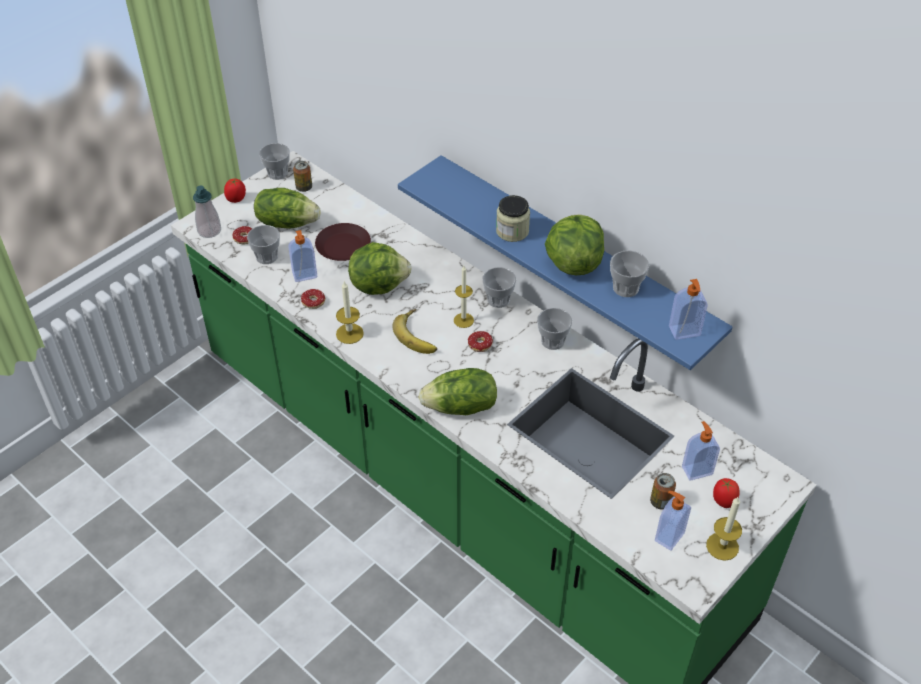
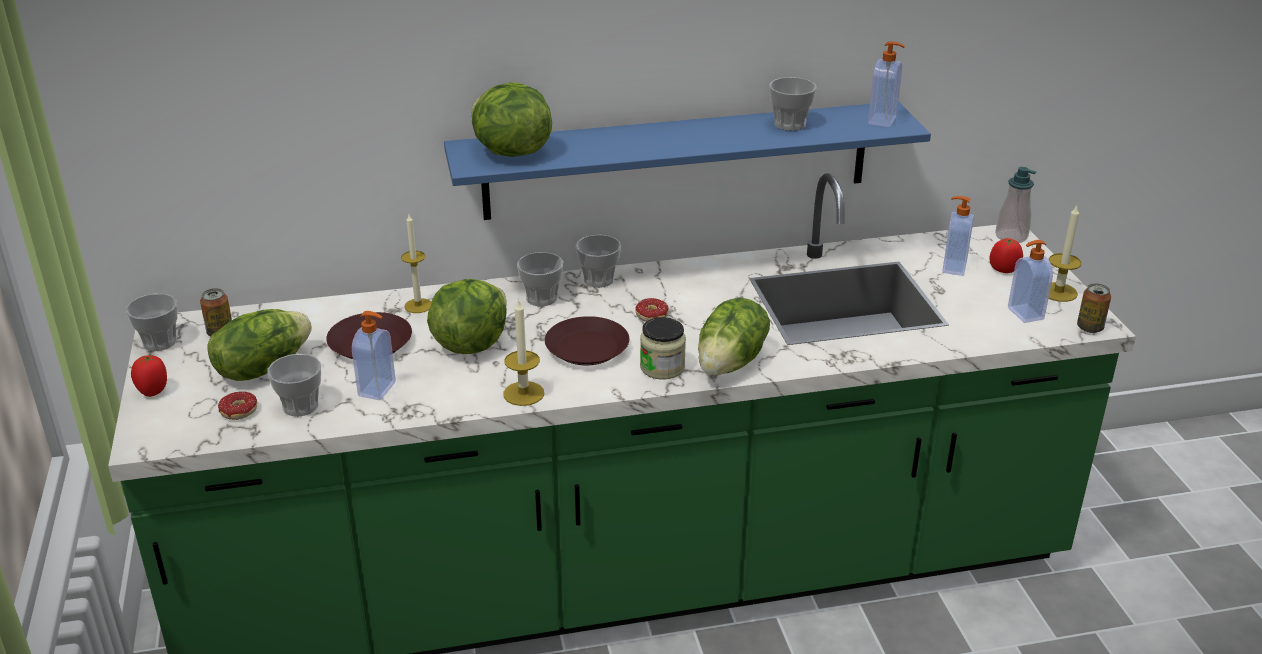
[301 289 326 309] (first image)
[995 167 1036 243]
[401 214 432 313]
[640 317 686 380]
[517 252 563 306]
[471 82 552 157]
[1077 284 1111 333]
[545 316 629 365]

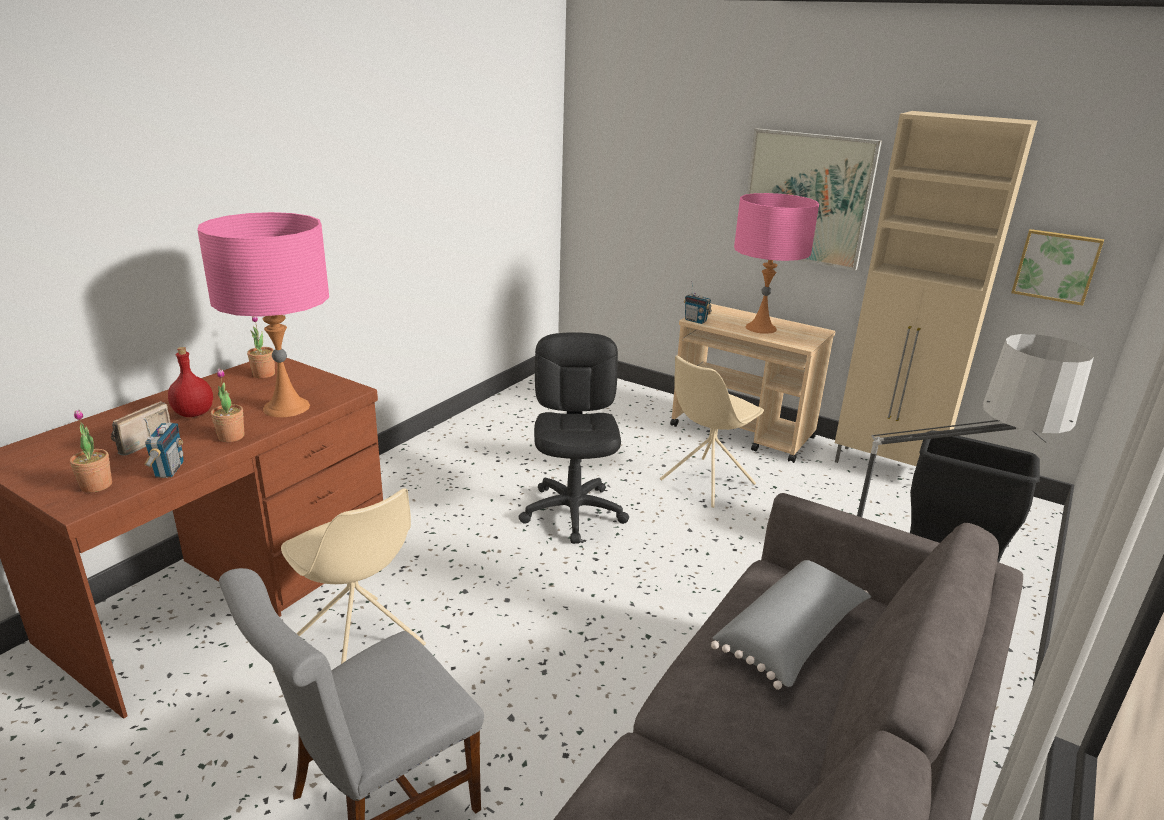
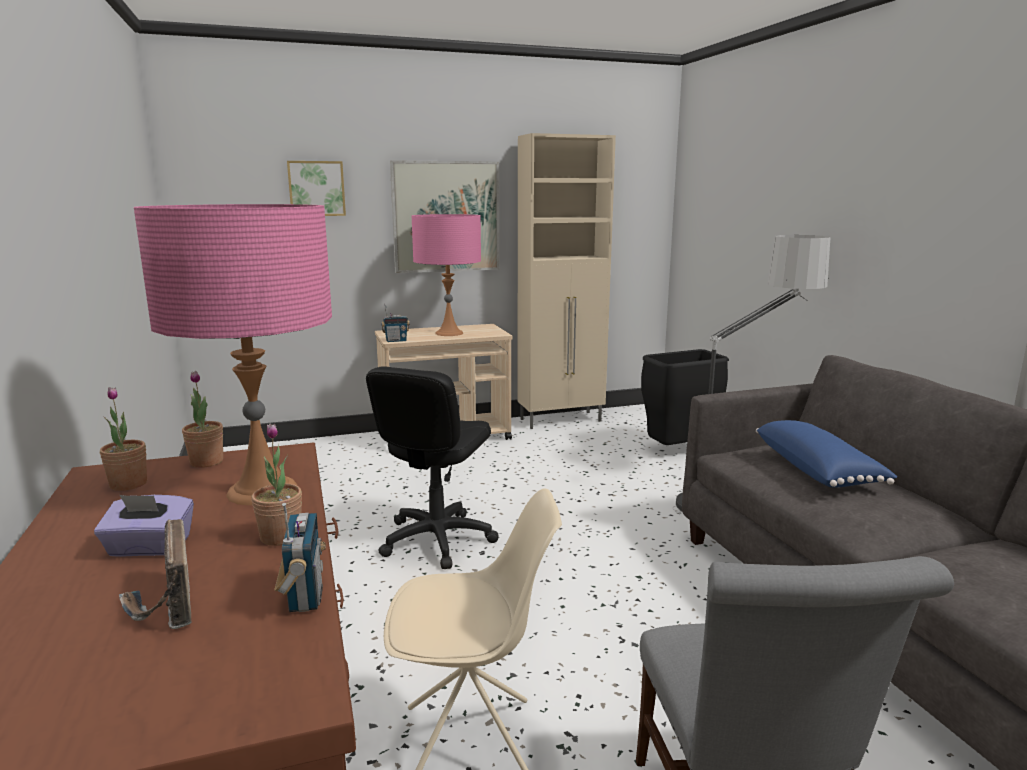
[660 356 764 508] (first image)
[182 371 223 468]
[287 161 346 216]
[94 495 194 557]
[756 420 897 487]
[274 503 326 612]
[366 366 499 569]

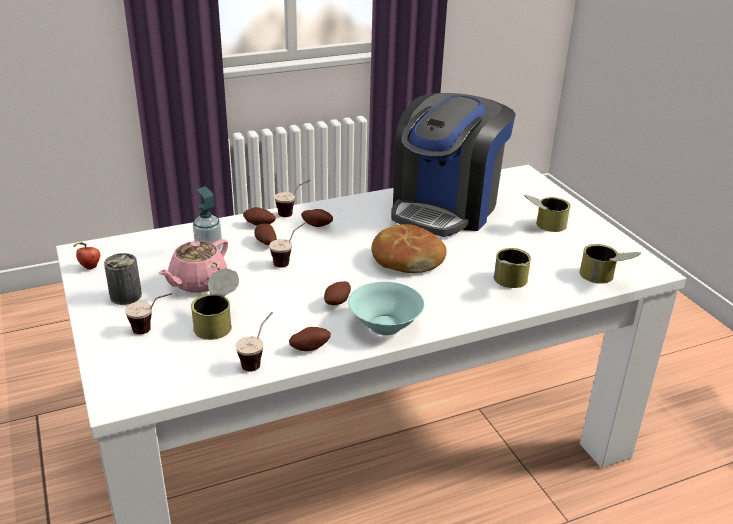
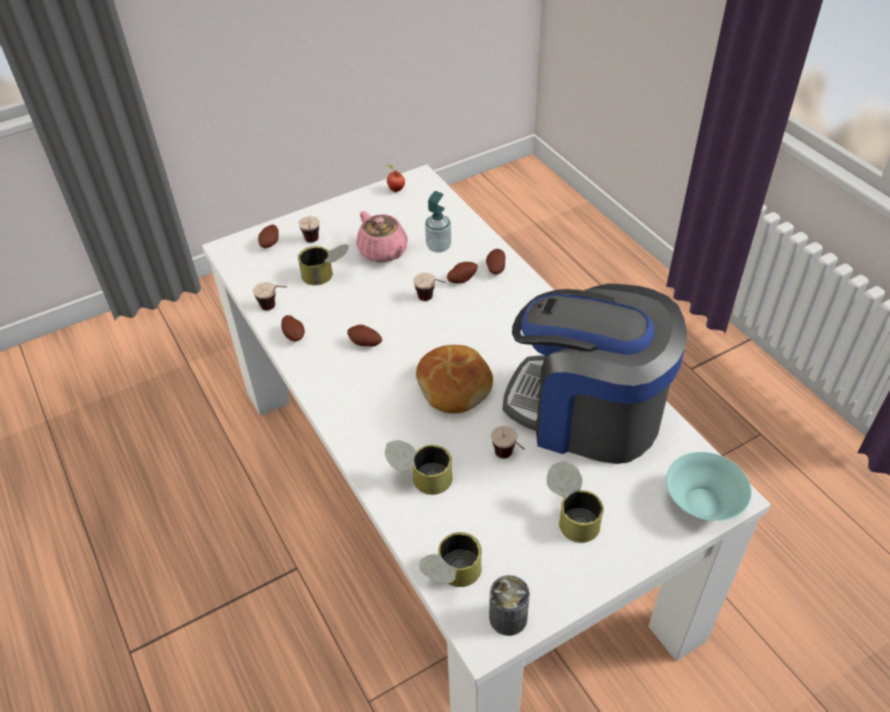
[489 575 530 636]
[491 426 525 458]
[258 225 279 248]
[666 452 752 521]
[356 211 407 262]

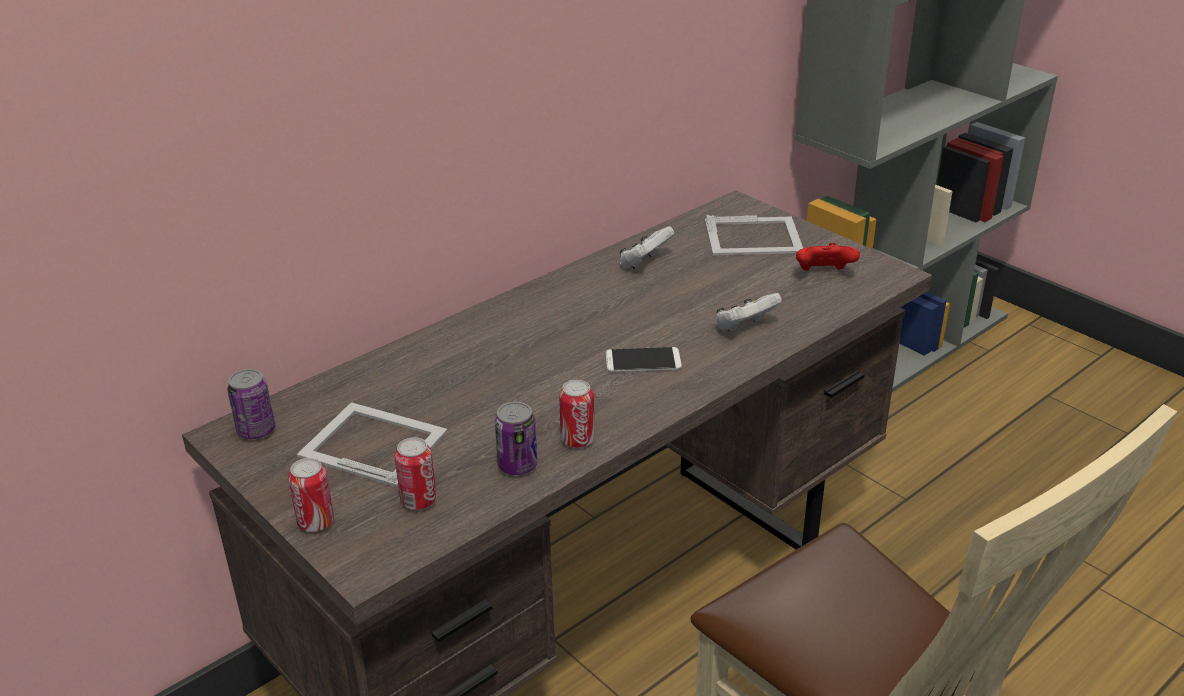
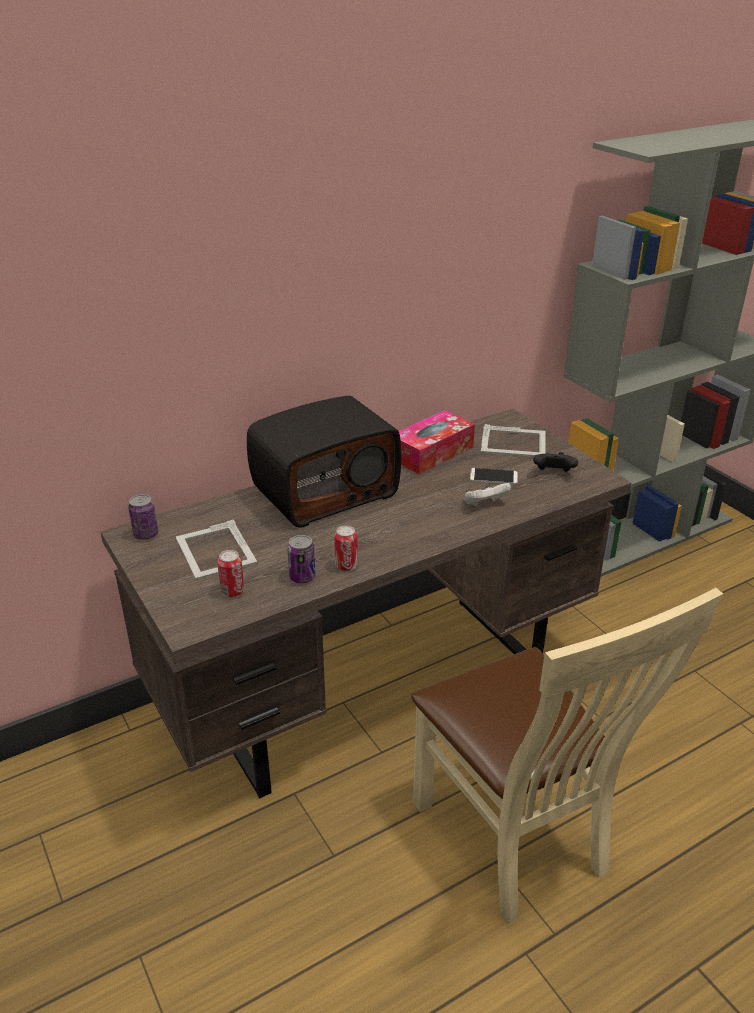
[288 458 334 532] (first image)
[247 396 401 528]
[470 468 518 484]
[399 410 475 474]
[533 452 578 472]
[176 519 257 580]

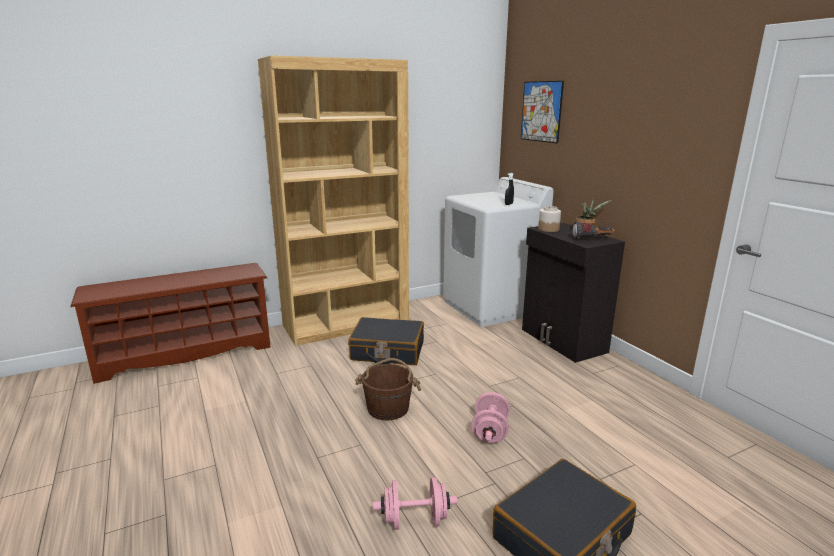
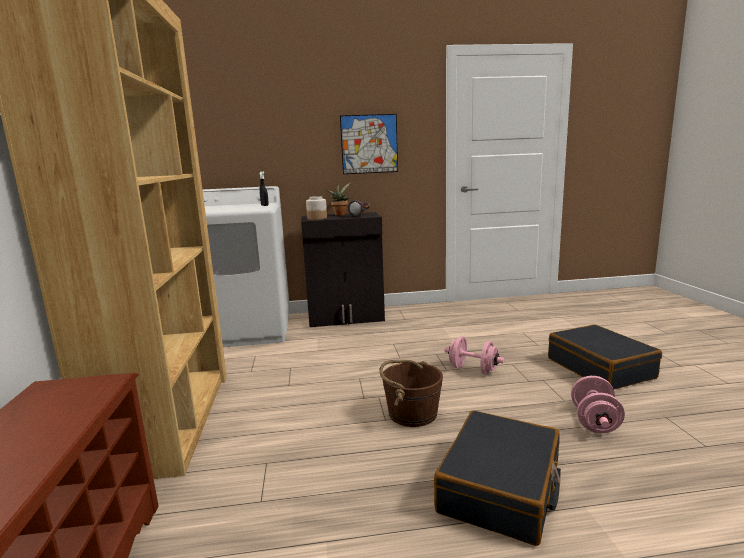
[434 411 561 546]
[340 114 398 174]

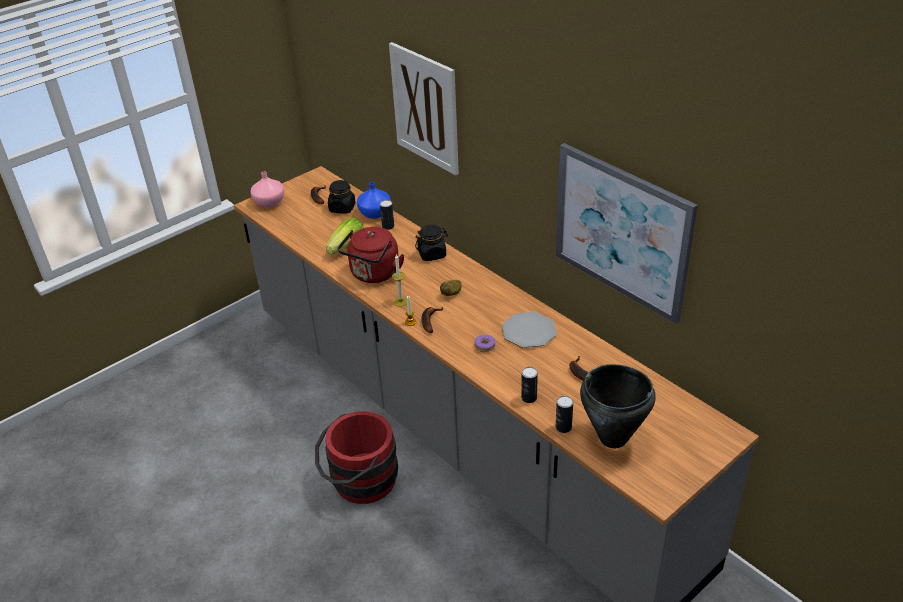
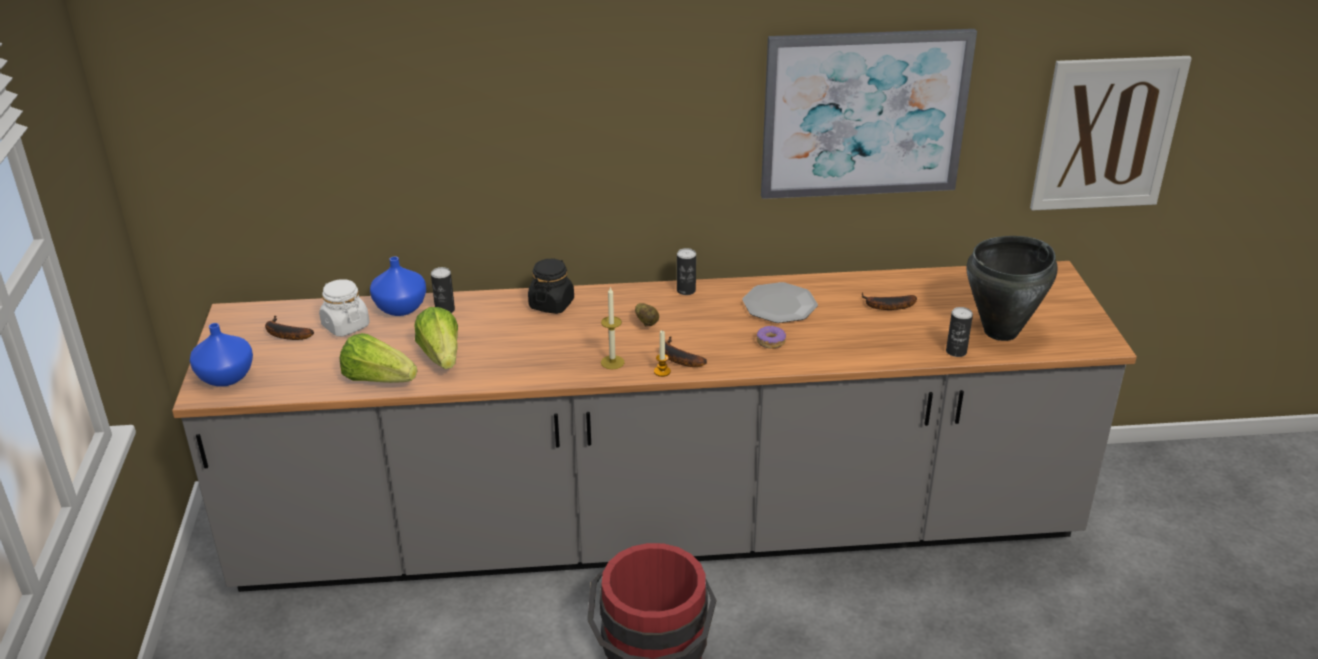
[337 227 405 283] (first image)
[340 333 417 383]
[1030 56 1192 211]
[677 248 696 295]
[190 323 253 387]
[319 279 370 337]

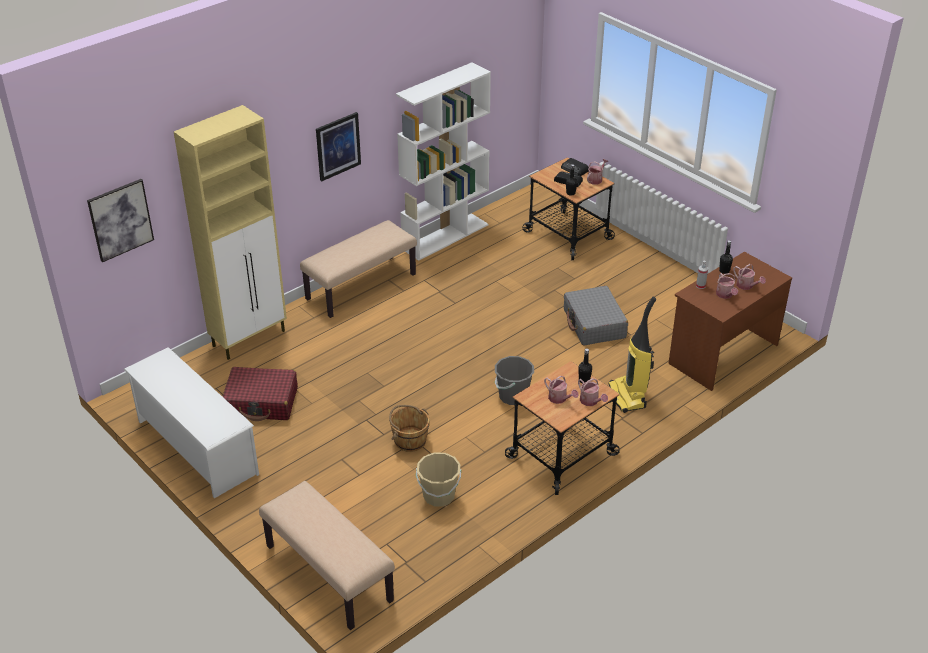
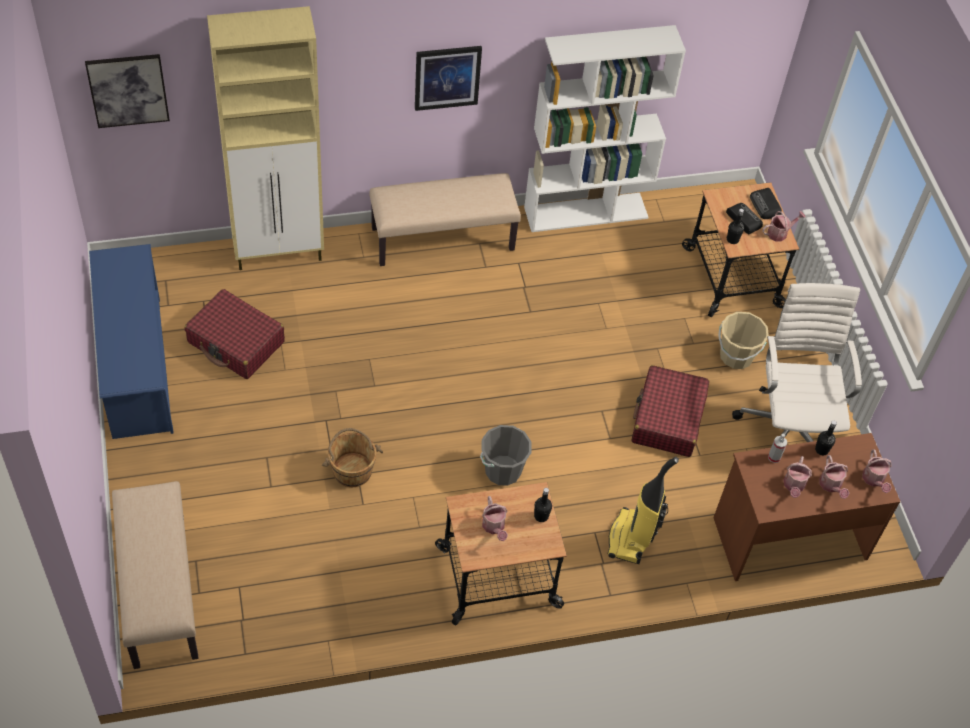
[732 283 862 442]
[718 312 769 369]
[862 449 892 493]
[89 244 174 439]
[631 365 709 457]

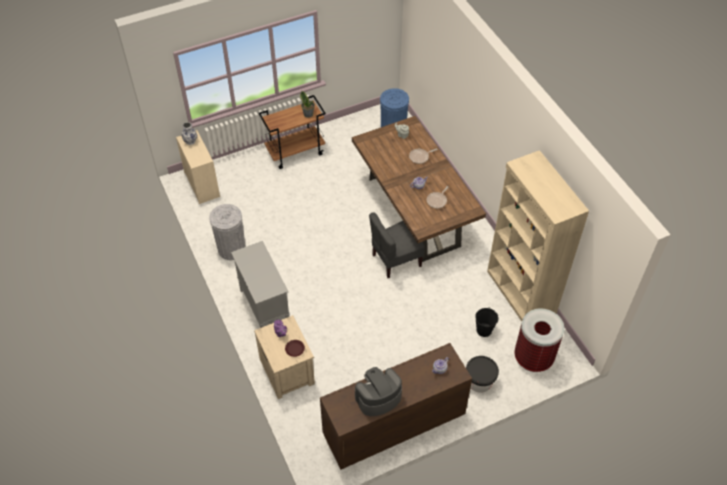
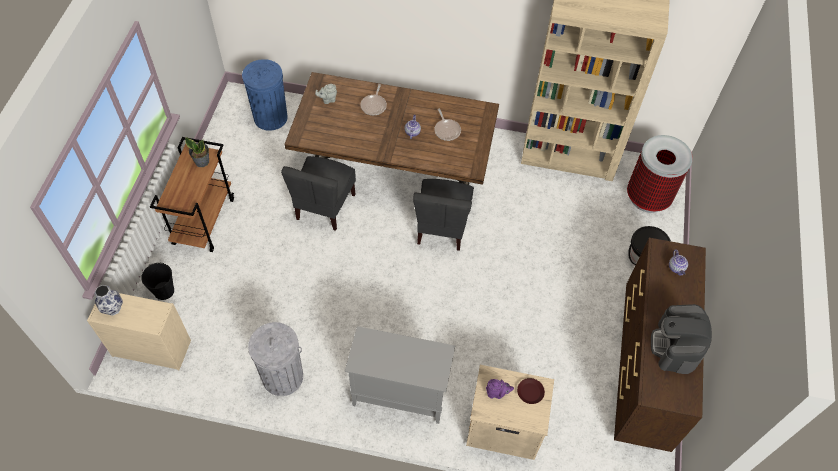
[281 156 356 231]
[141 263 174 300]

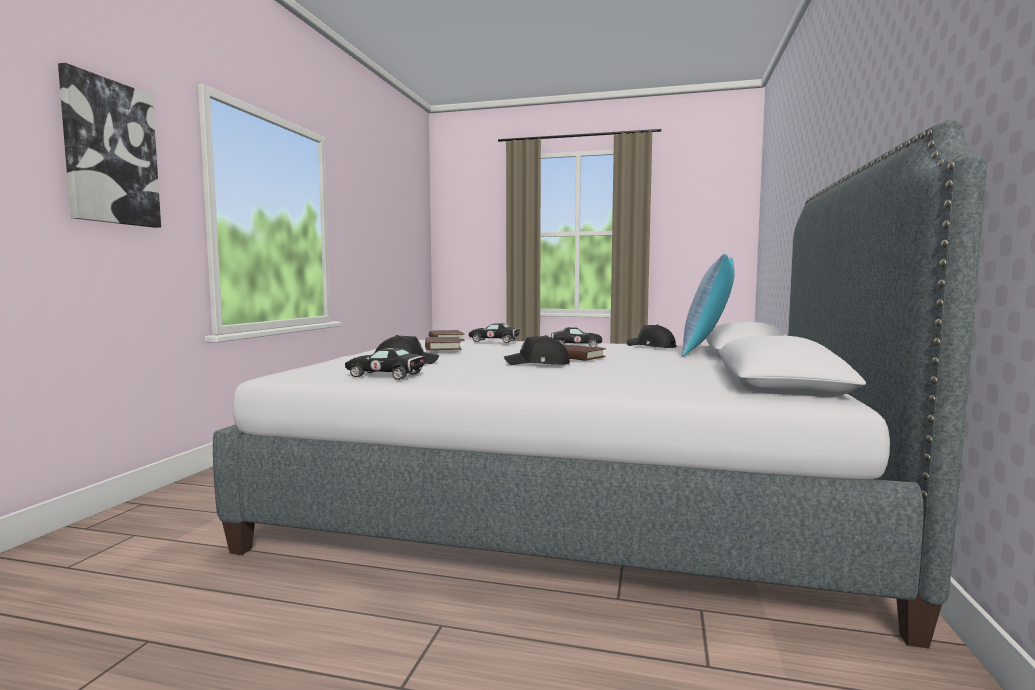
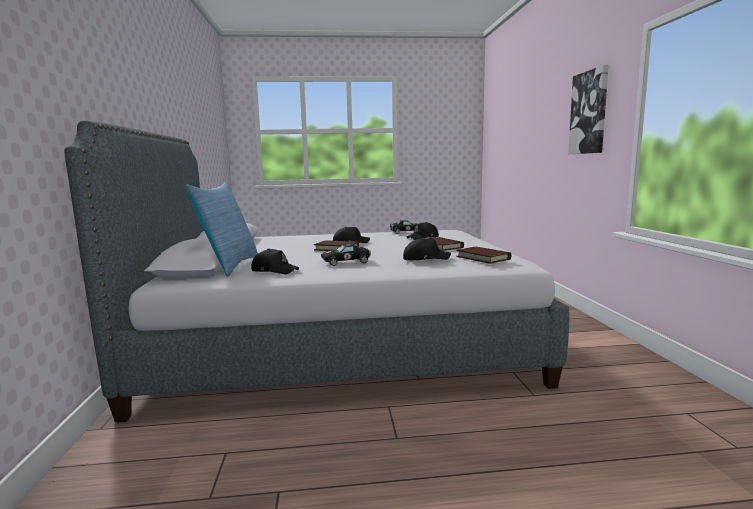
[403 238 451 260]

